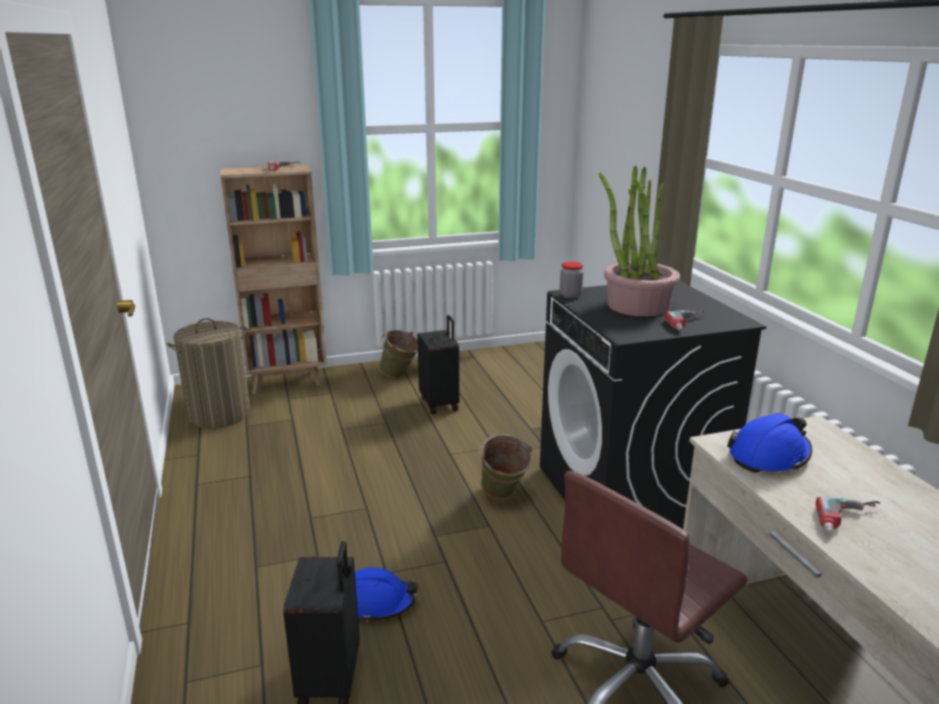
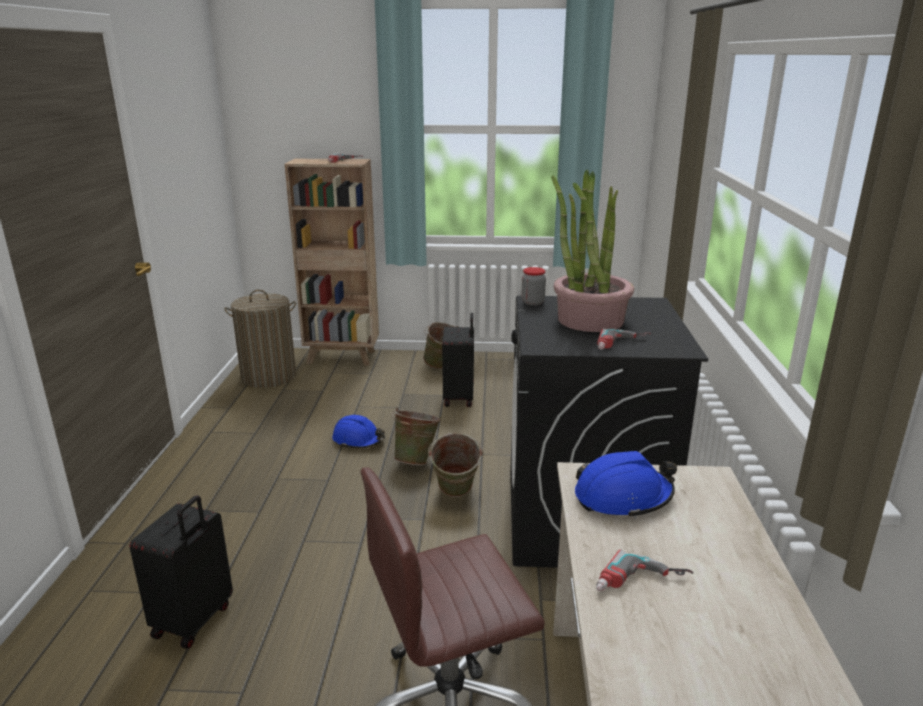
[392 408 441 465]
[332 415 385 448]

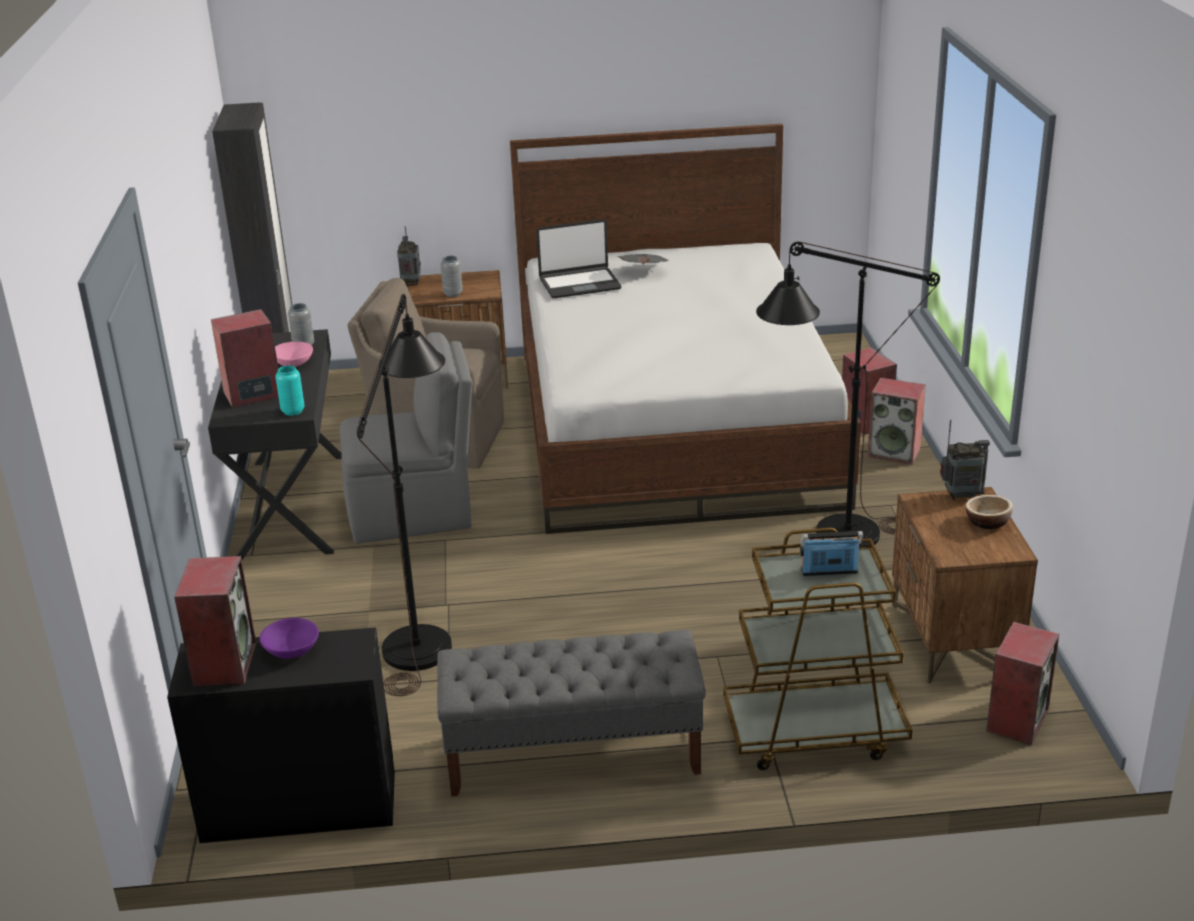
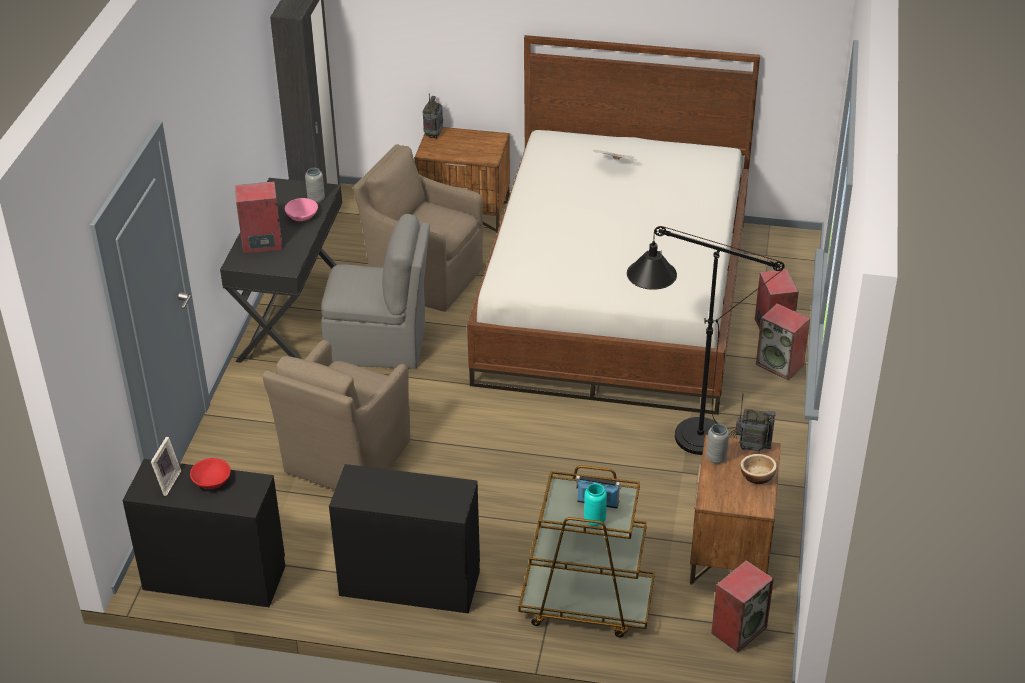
[536 219 622 298] (first image)
[584 483 607 526]
[706 424 729 464]
[151 437 181 496]
[263 340 410 490]
[329 464 480 614]
[190 458 231 489]

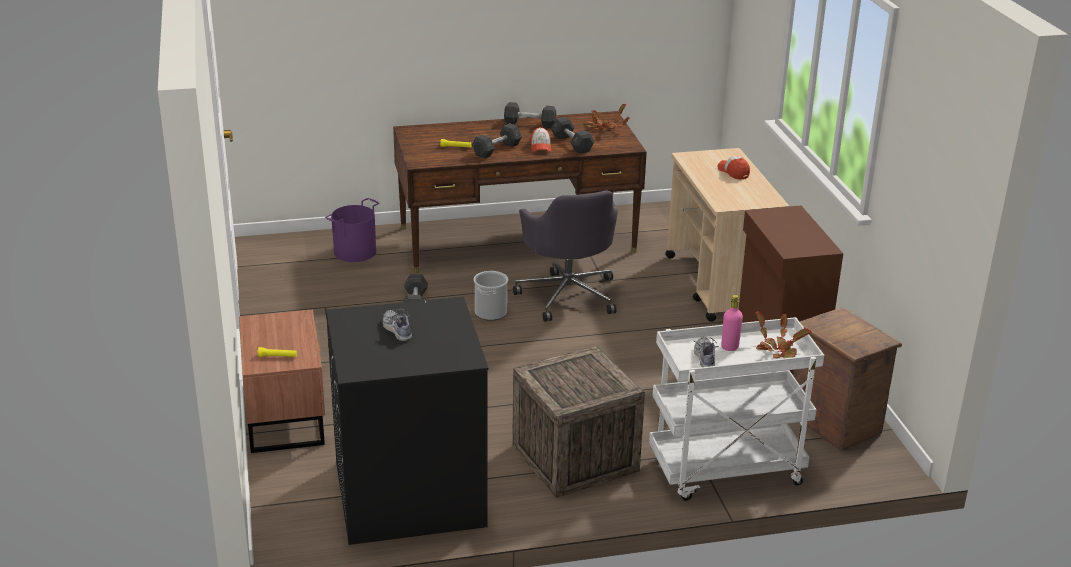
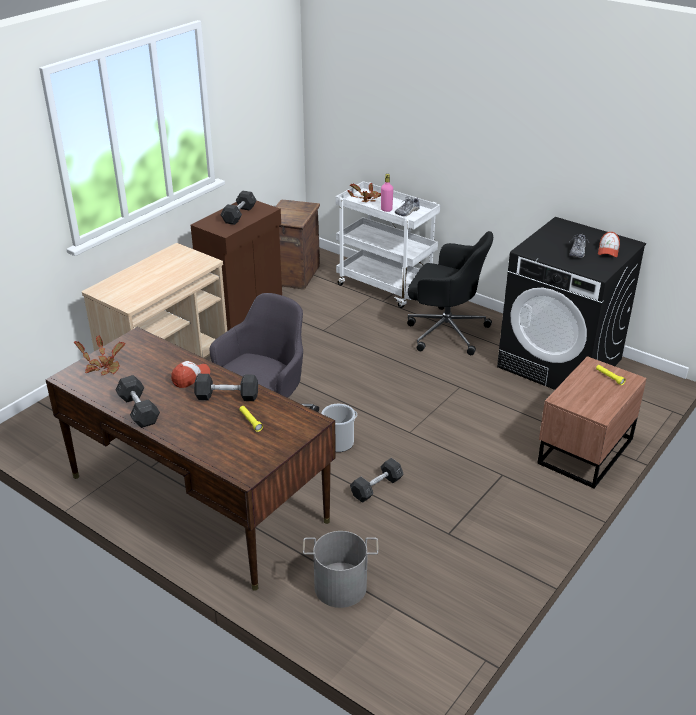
[220 191 257 225]
[598 232 620 257]
[407 231 493 355]
[303 531 378 608]

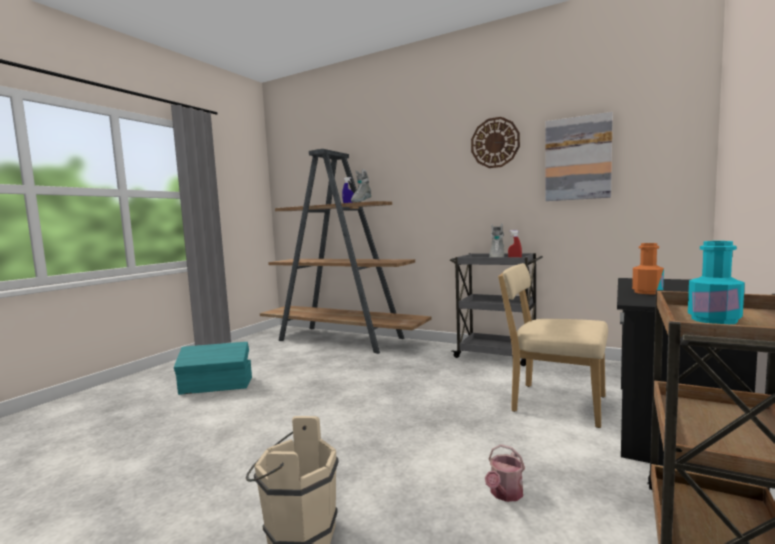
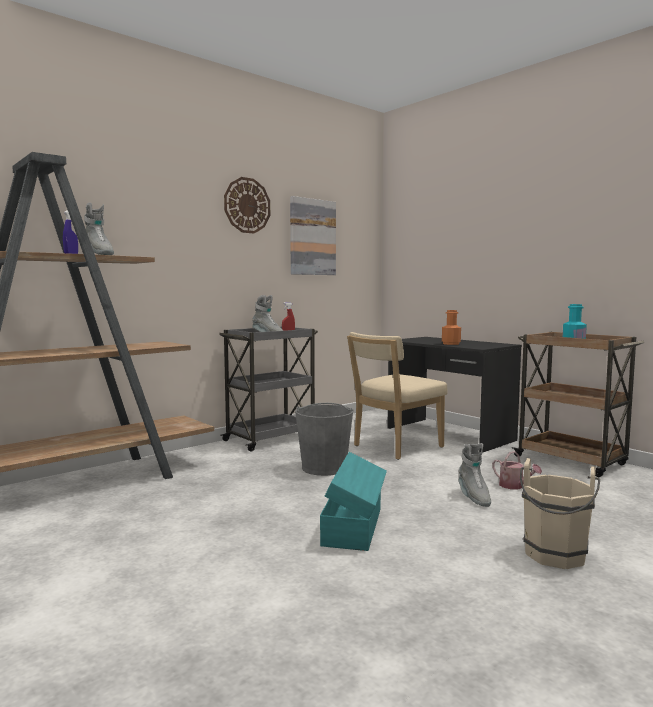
[295 403 354 476]
[458 443 491 507]
[320 452 387 551]

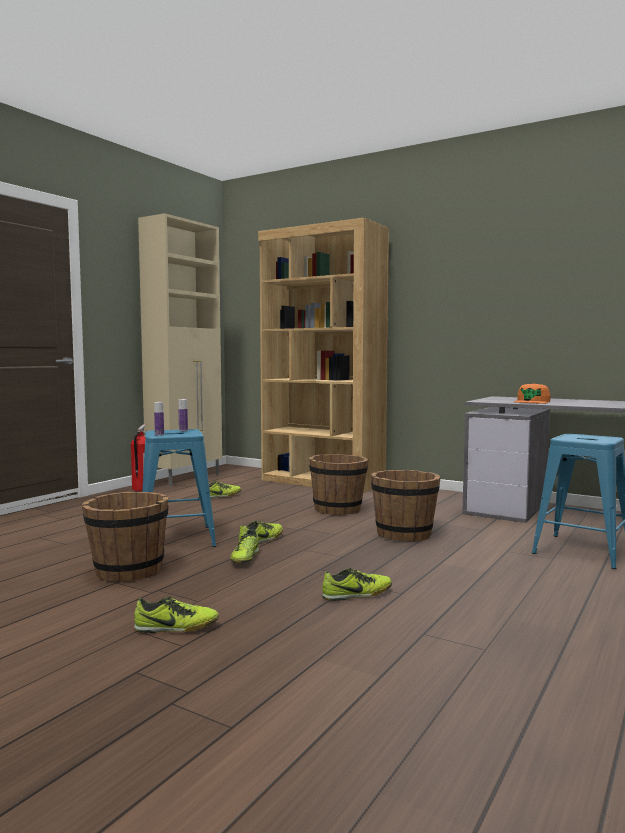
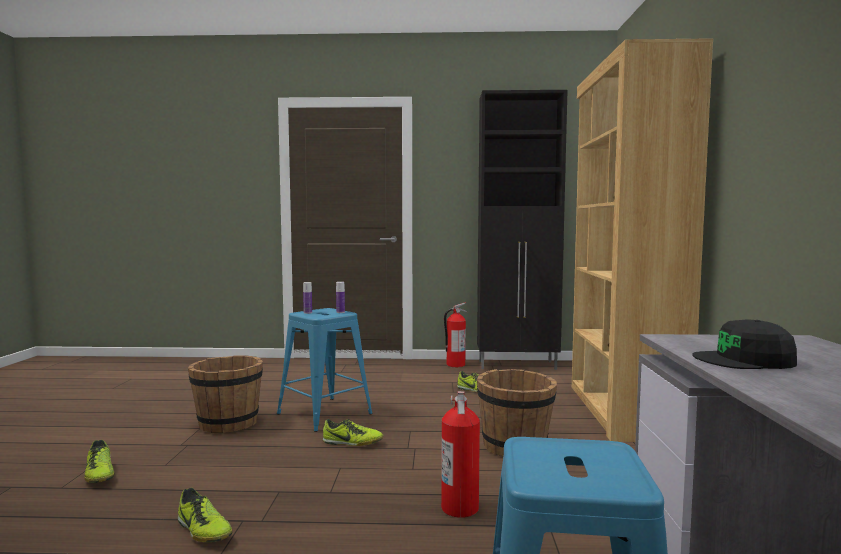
[230 529 259 563] (first image)
[441 391 480 518]
[477 90 567 370]
[693 320 797 369]

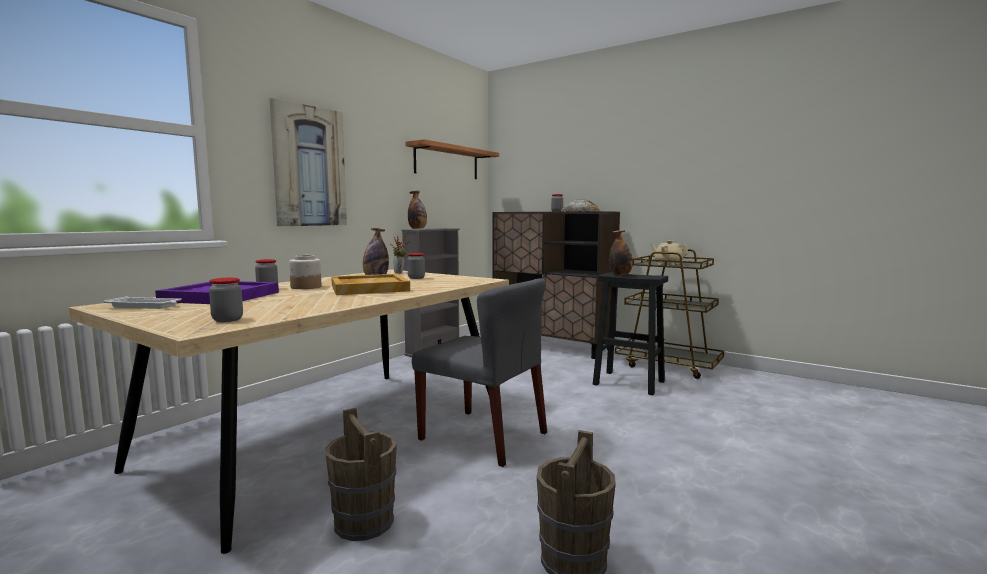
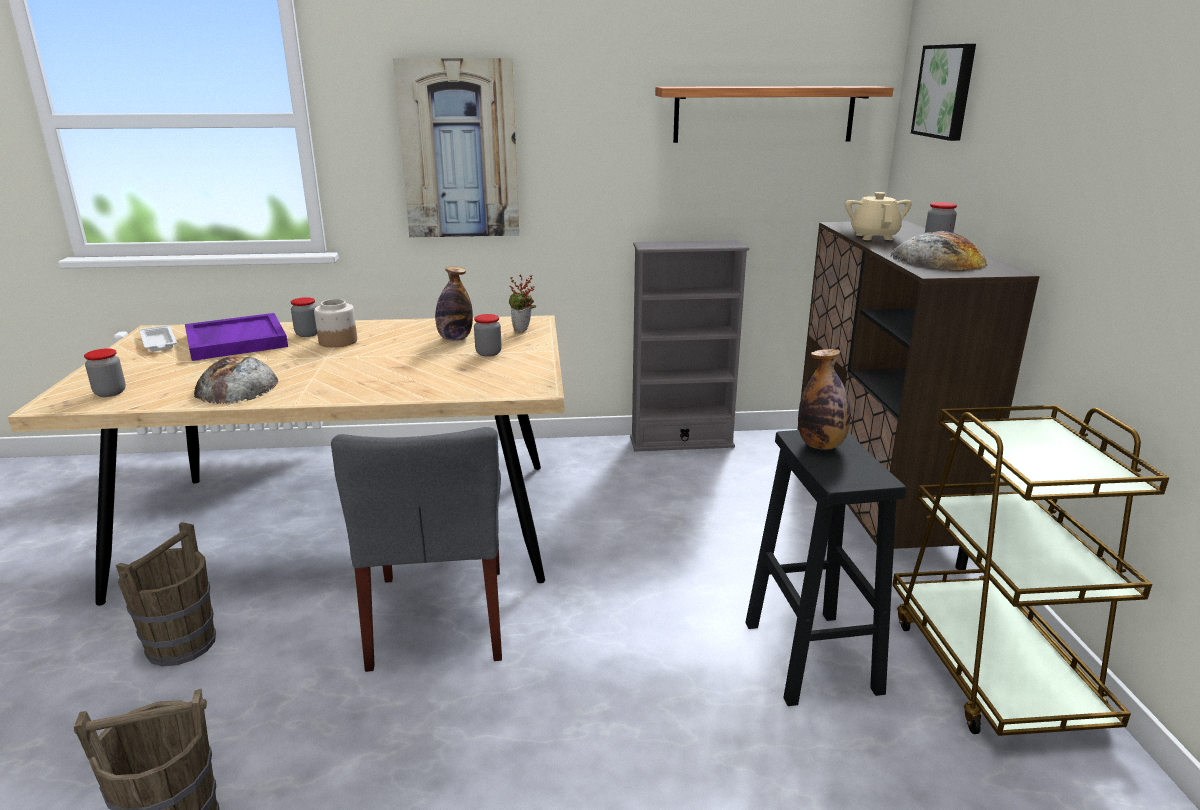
[331 274 410 295] (first image)
[408 191 427 229] (first image)
[194 357 278 404]
[911 44 976 141]
[845 192 912 240]

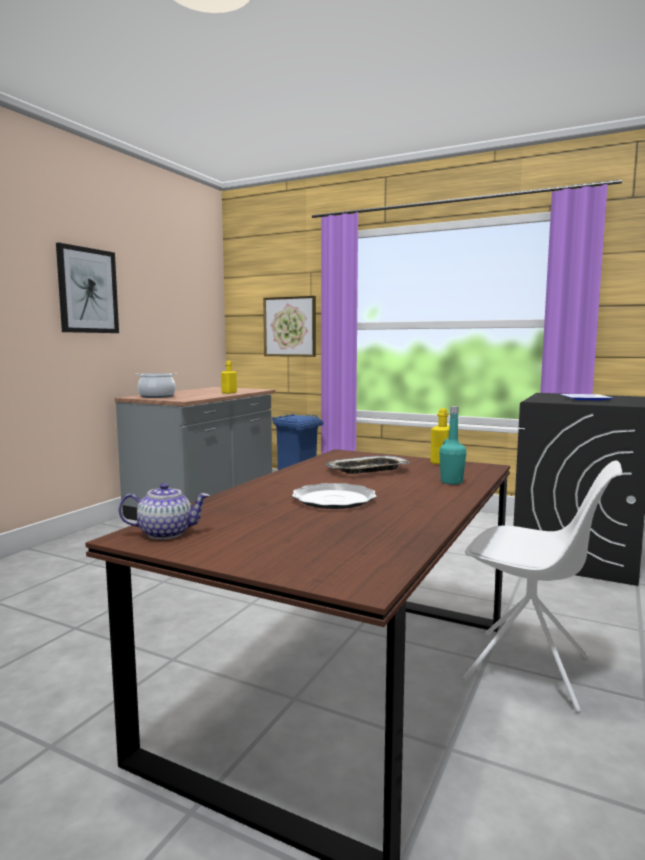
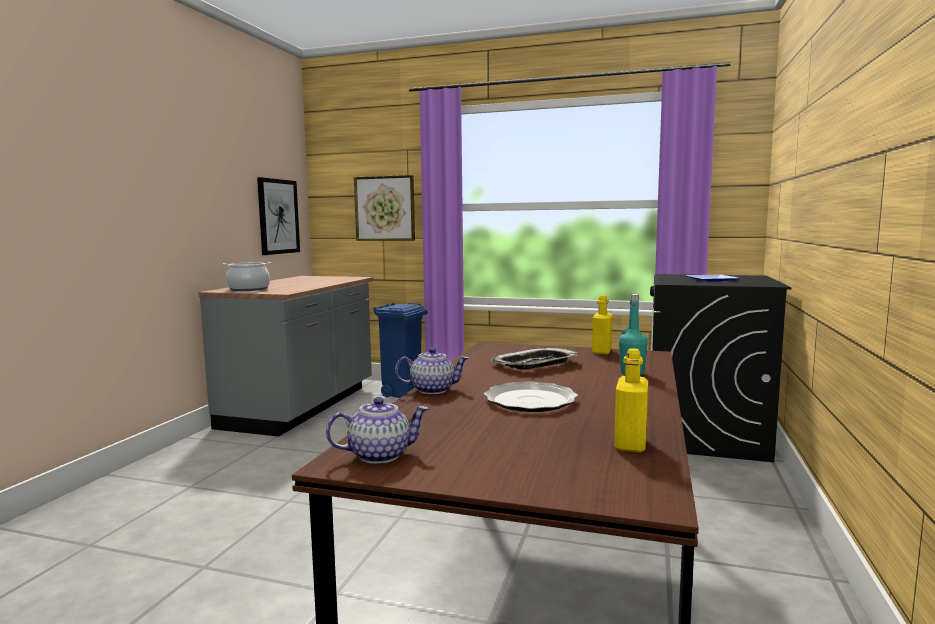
[462 461 622 713] (first image)
[395 347 469 394]
[257 177 300 255]
[614 348 648 453]

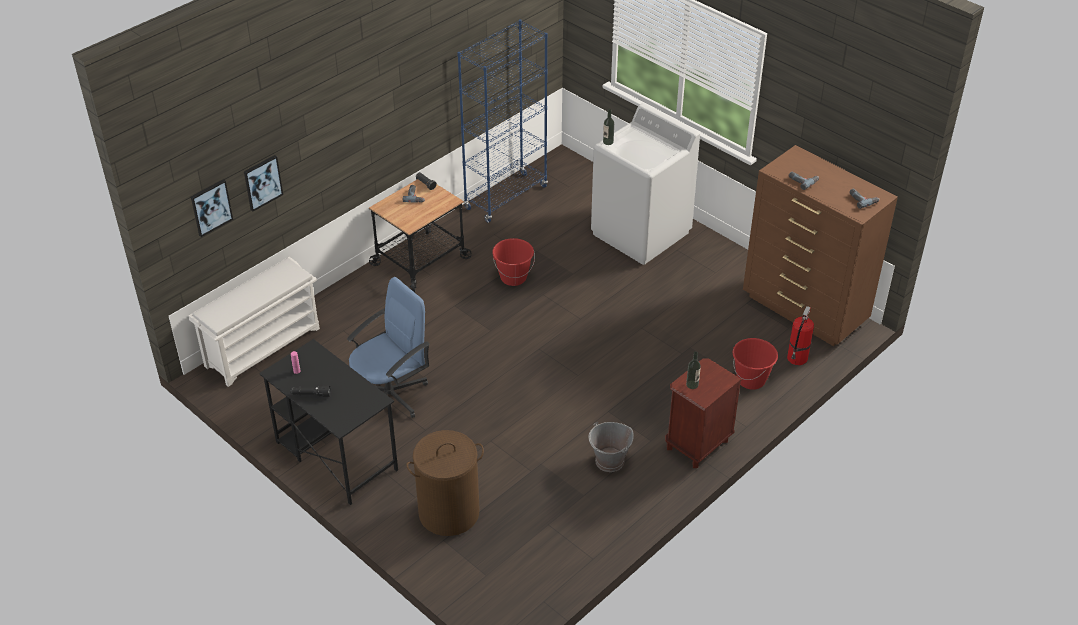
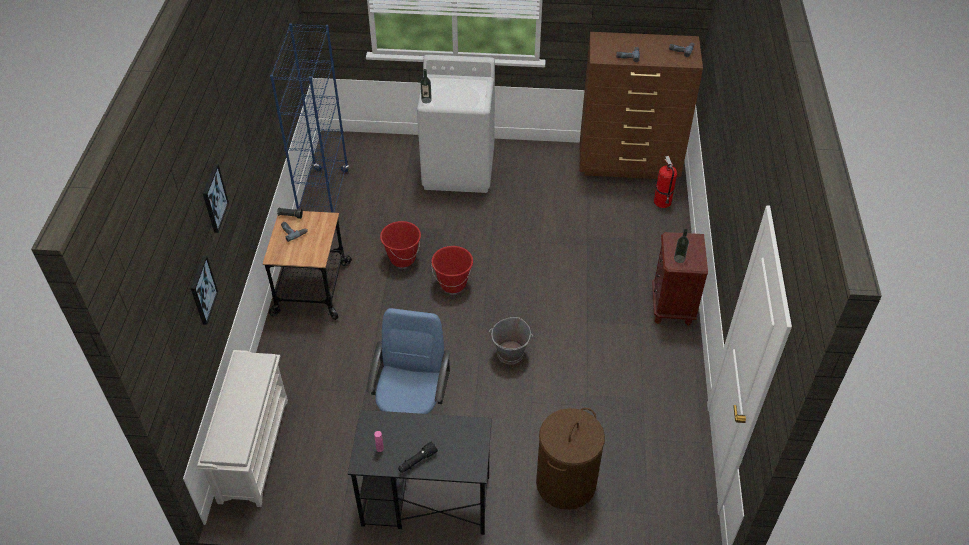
[203 164 229 233]
[489 317 533 364]
[431 246 473 293]

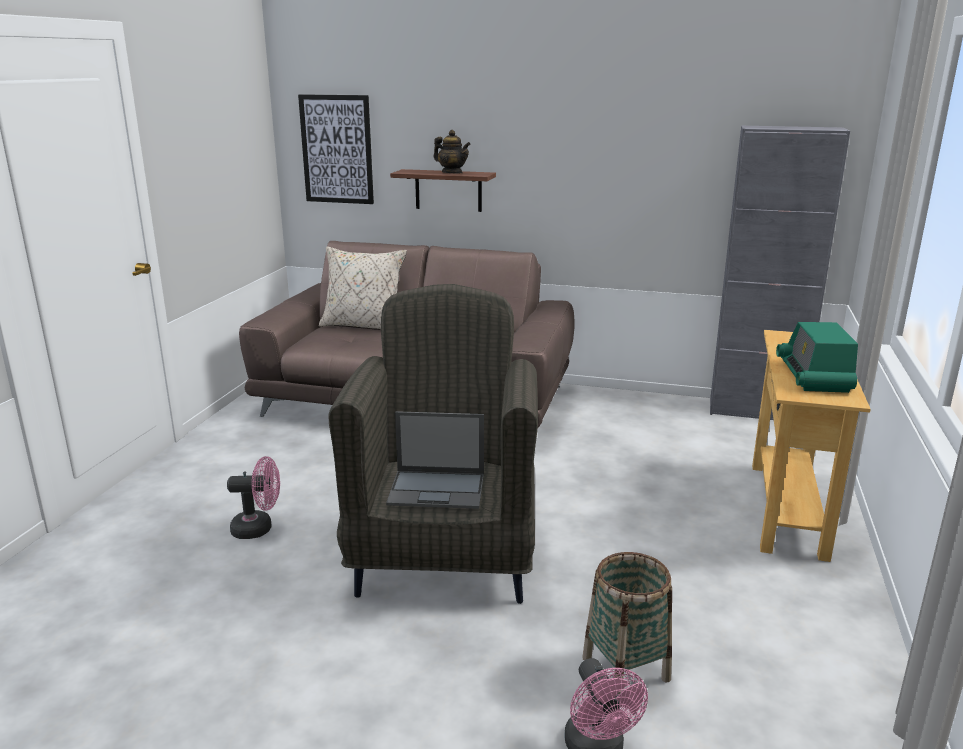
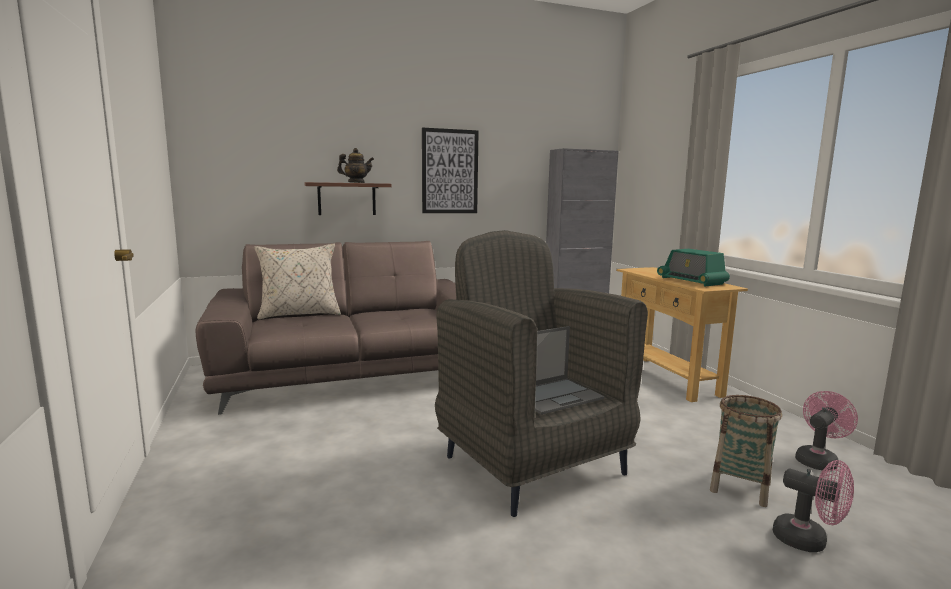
[795 391 858 471]
[422 127 479 213]

